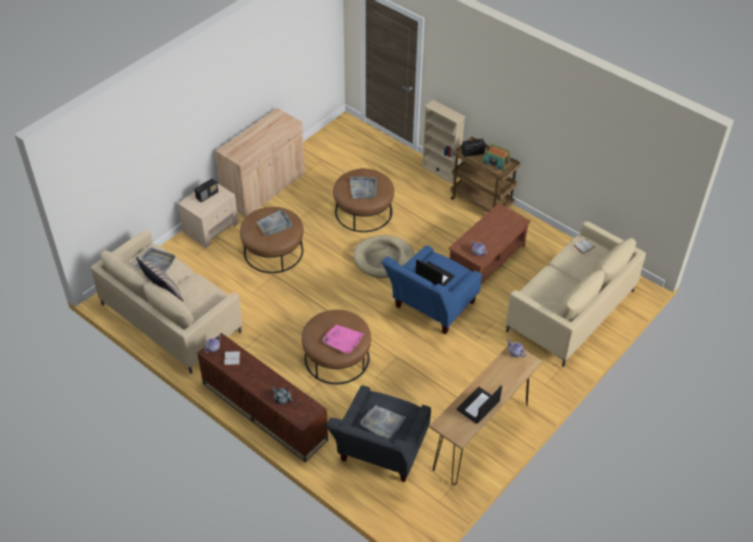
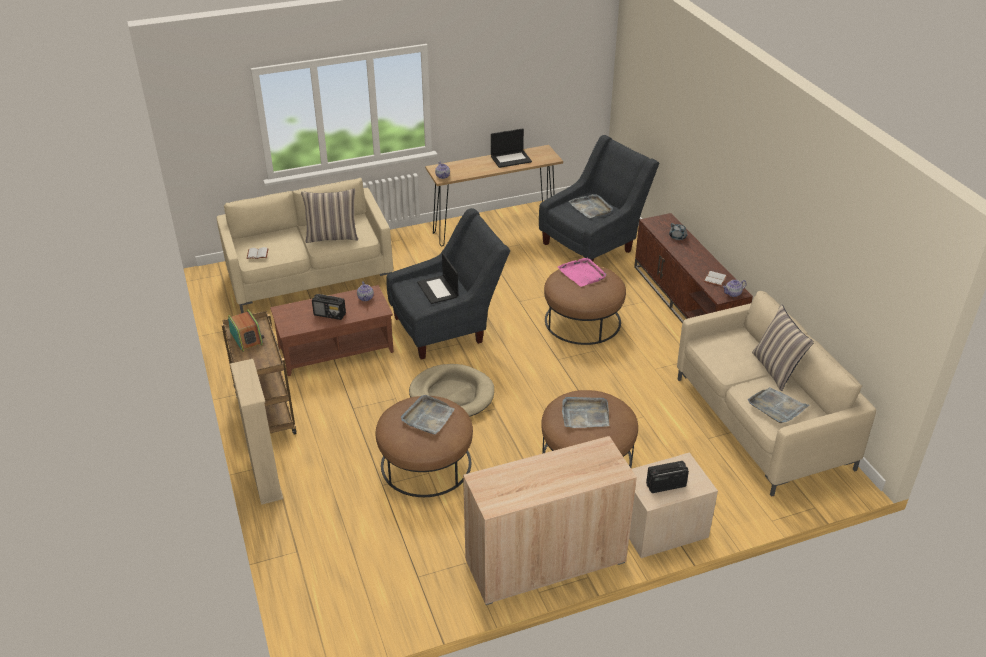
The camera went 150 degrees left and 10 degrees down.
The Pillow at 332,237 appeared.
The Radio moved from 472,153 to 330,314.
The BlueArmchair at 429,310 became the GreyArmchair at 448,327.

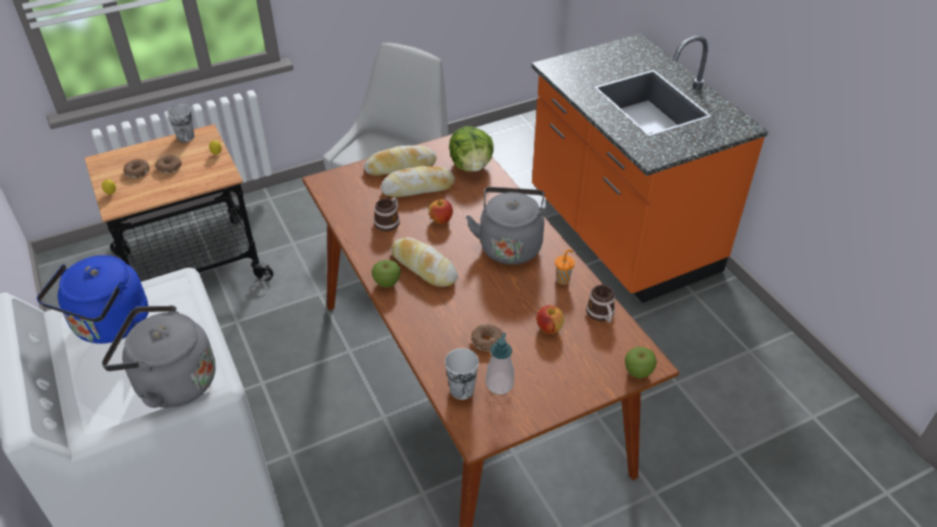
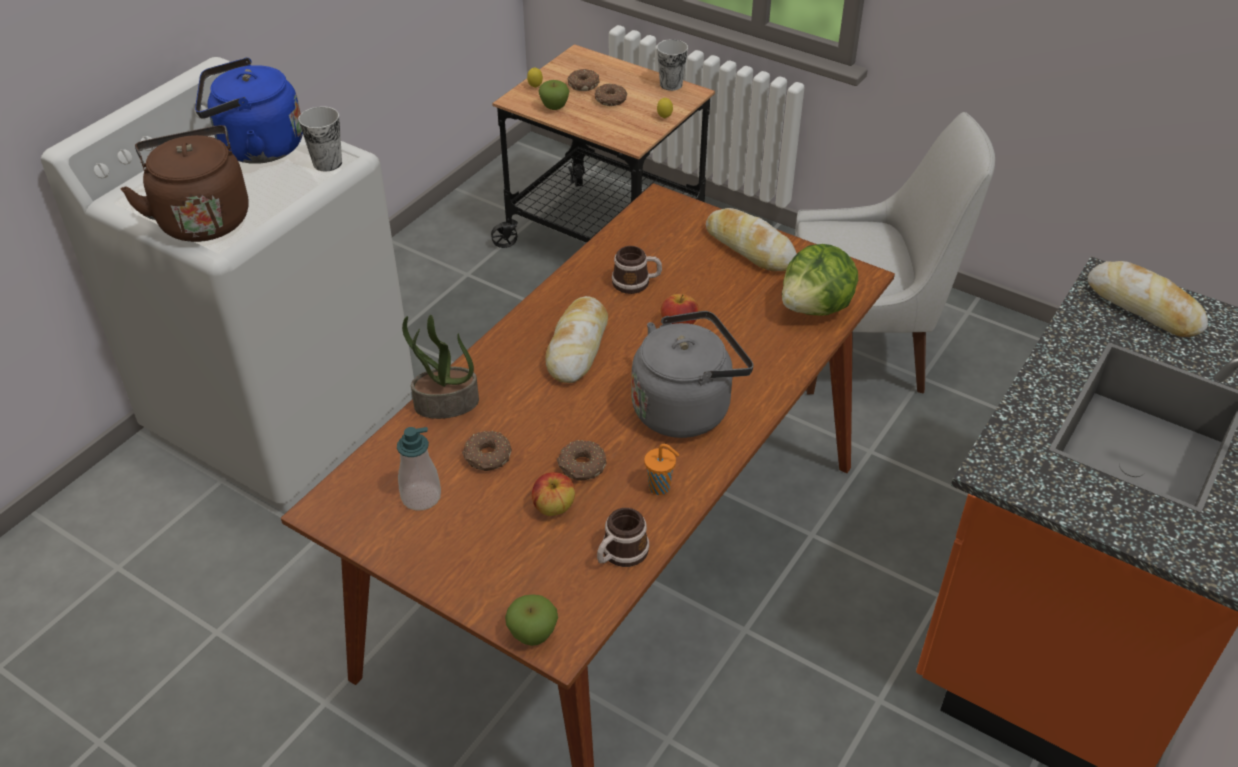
The camera went 60 degrees right and 0 degrees up.
The PottedPlant at 446,405 appeared.
The Donut at 581,466 appeared.
The Apple moved from 387,283 to 554,107.
The Bread moved from 418,188 to 1143,307.
The Cup moved from 462,390 to 327,163.
The GreyKettle at 171,382 became the BrownKettle at 202,218.

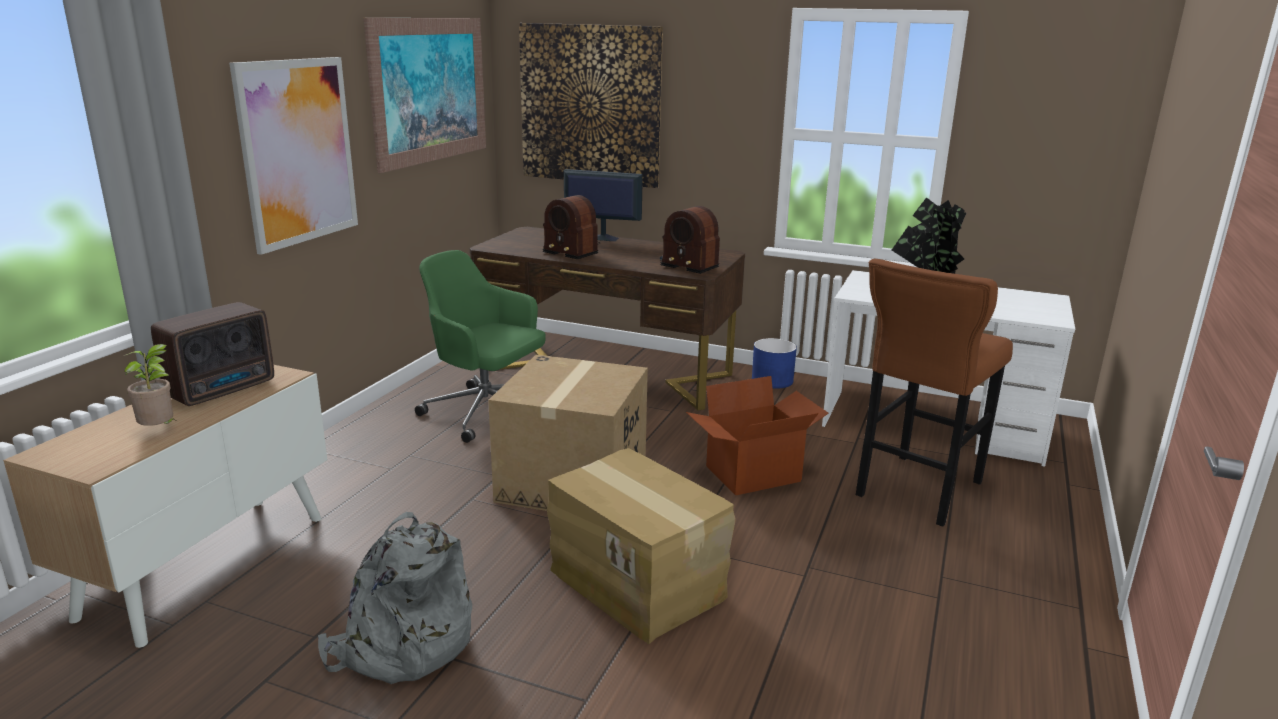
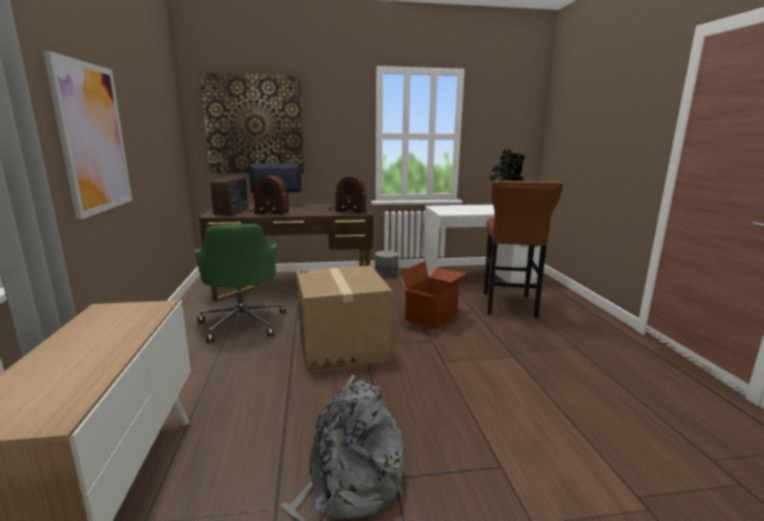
The camera went 30 degrees left and 5 degrees down.
The PottedPlant at 160,430 disappeared.
The Picture at 430,90 disappeared.
The CardboardBox at 638,582 disappeared.
The Radio moved from 224,389 to 232,212.
The BluePlanter at 772,381 became the GreyPlanter at 386,274.
The GreenOfficeChair at 486,412 turned 105 degrees counterclockwise.

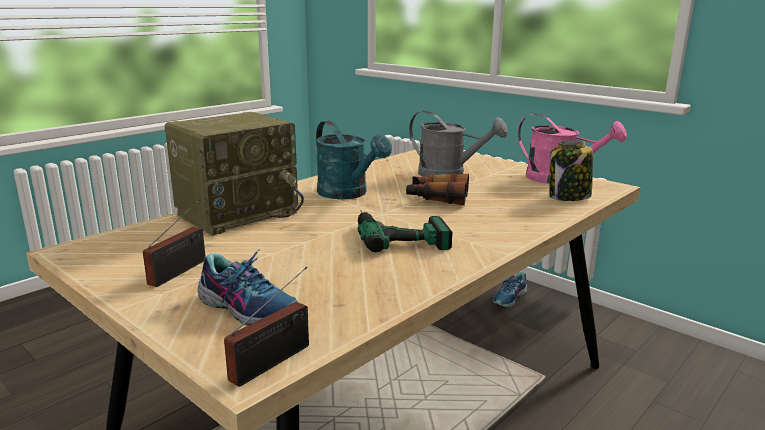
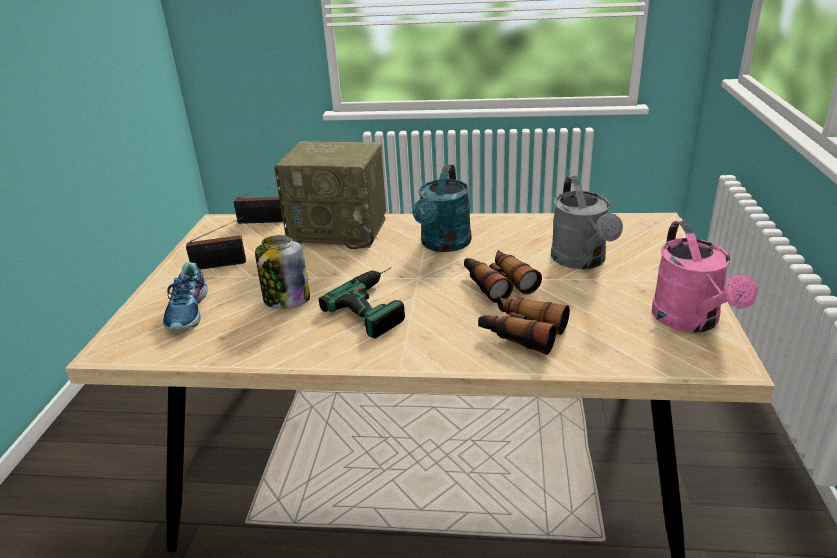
The camera went 55 degrees right and 10 degrees up.
The Shoe at 510,298 disappeared.
The Binoculars at 521,332 appeared.
The Radio moved from 275,360 to 264,221.
The Jar moved from 568,197 to 286,299.

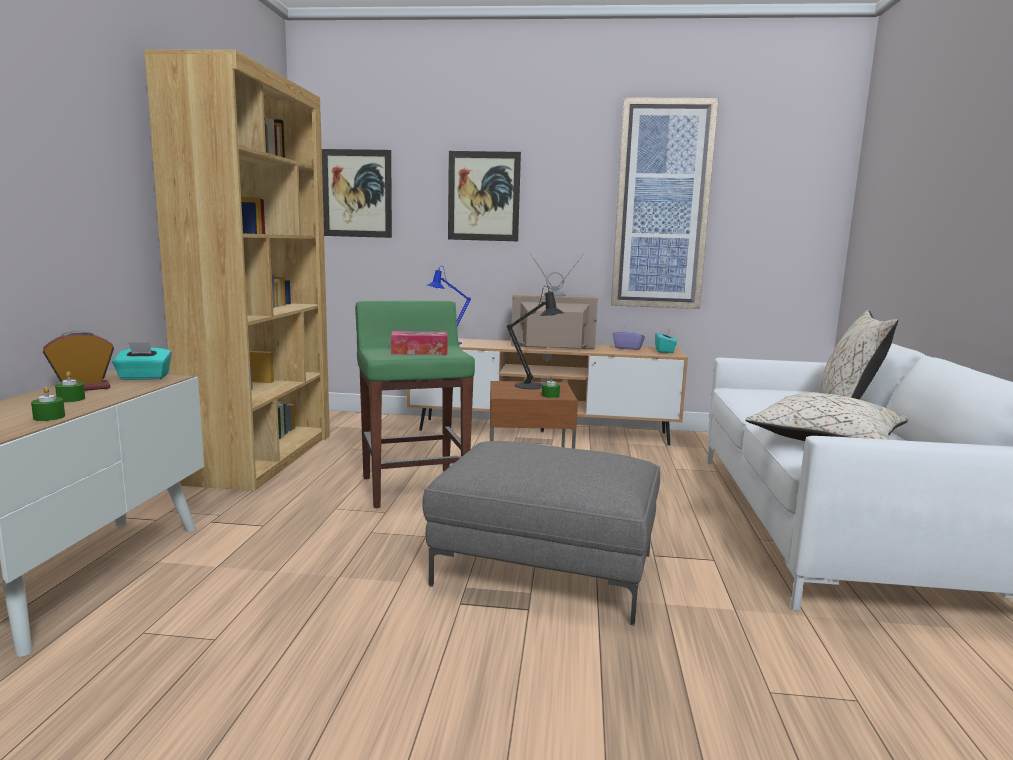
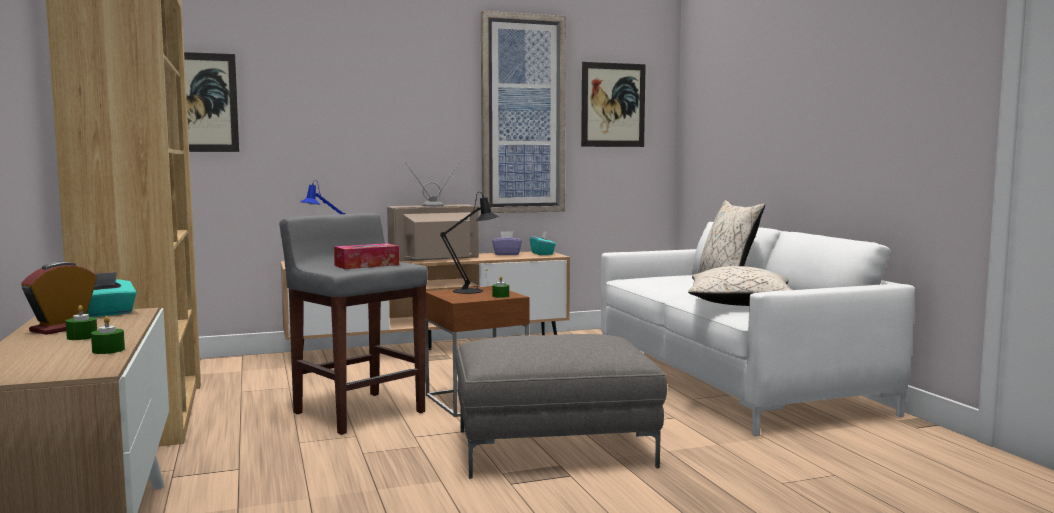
The camera went 25 degrees left and 5 degrees down.
The Picture moved from 483,196 to 613,105.
The GreenStool at 414,487 became the GreyStool at 358,412.

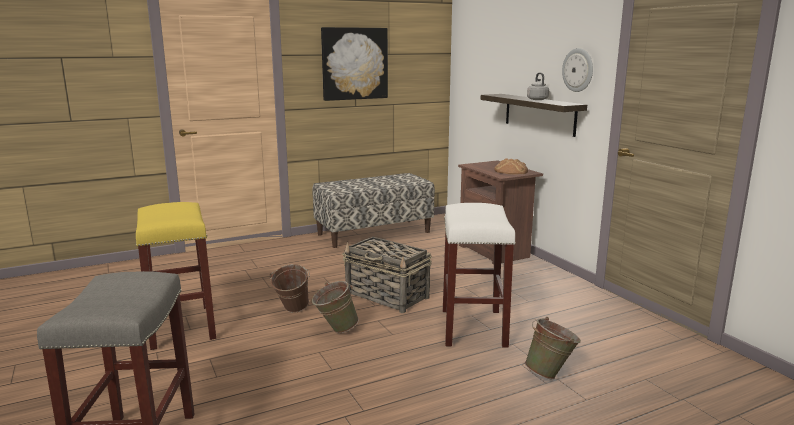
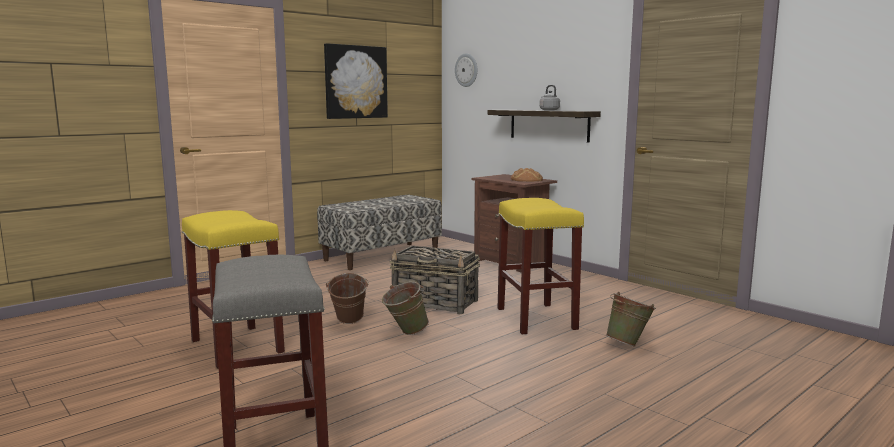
The camera went 15 degrees left and 5 degrees down.
The WallClock moved from 578,70 to 466,70.
The WhiteStool at 474,328 became the YellowStool at 537,319.

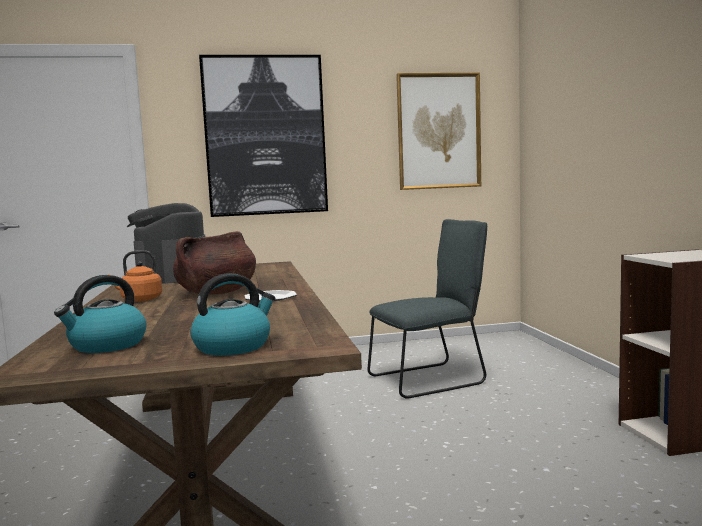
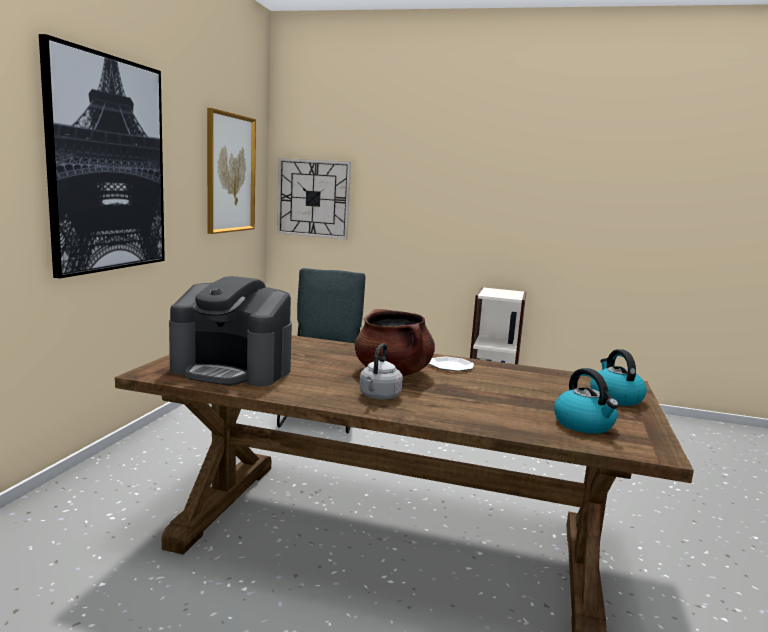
The camera went 65 degrees left and 5 degrees up.
The WallClock at 313,198 appeared.
The OrangeKettle at 139,299 became the GreyKettle at 379,396.

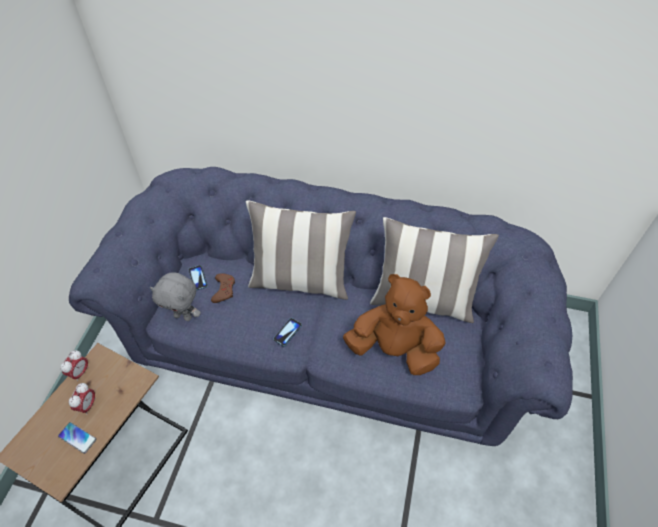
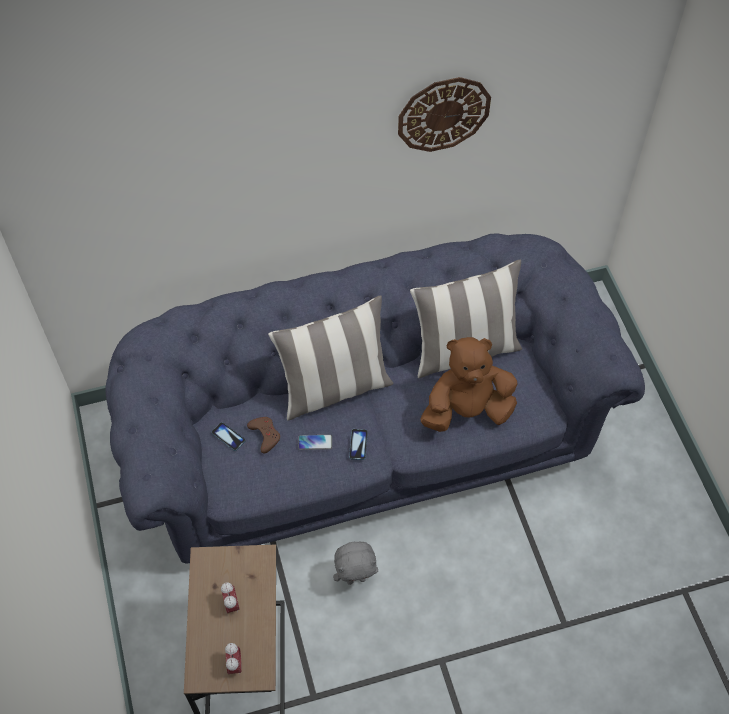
The camera went 30 degrees left and 5 degrees up.
The WallClock at 443,114 appeared.
The Phone moved from 77,438 to 315,442.
The AlarmClock moved from 80,372 to 235,665.
The GreyPlushToy moved from 184,316 to 356,578.

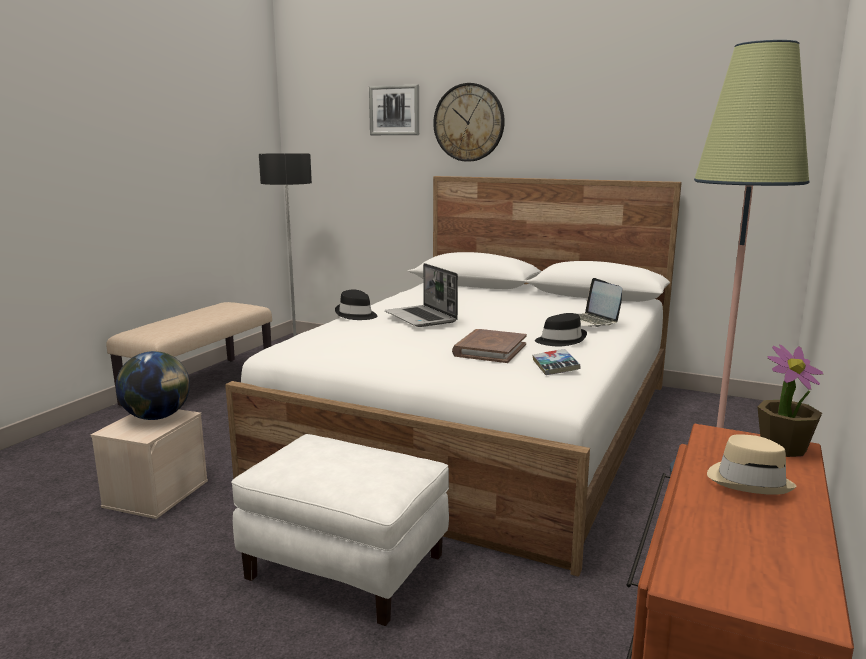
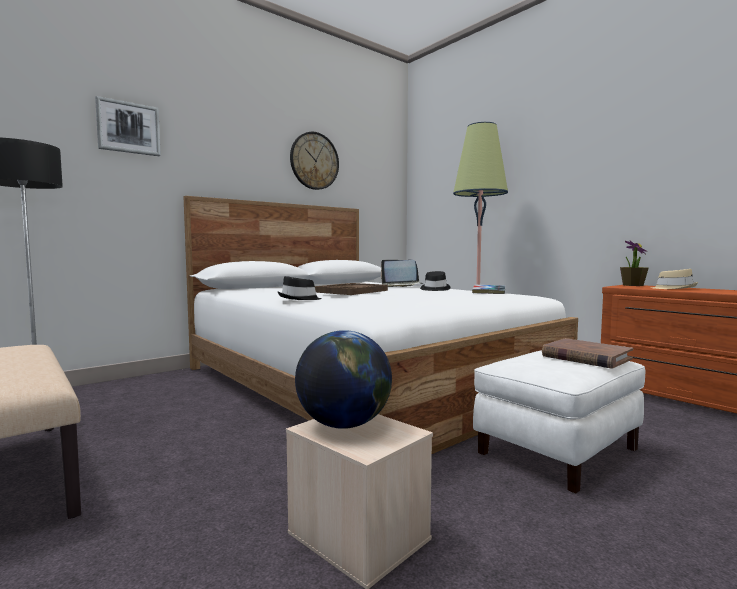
The camera went 65 degrees left and 10 degrees down.
The WallClock moved from 469,122 to 314,161.
The BrownBook moved from 490,350 to 586,357.
The Laptop at 421,318 was replaced by the BrownTray at 351,291.

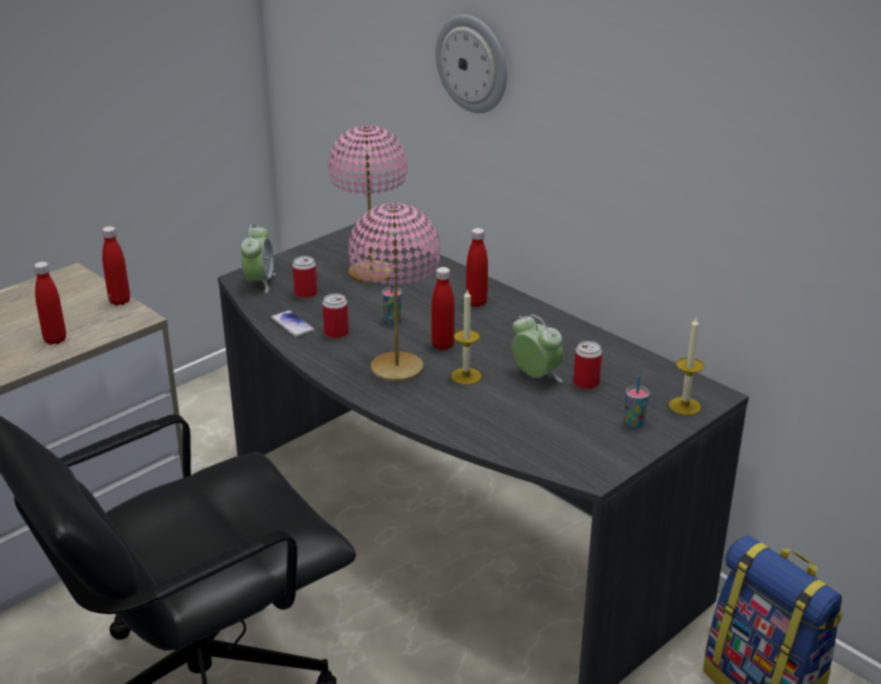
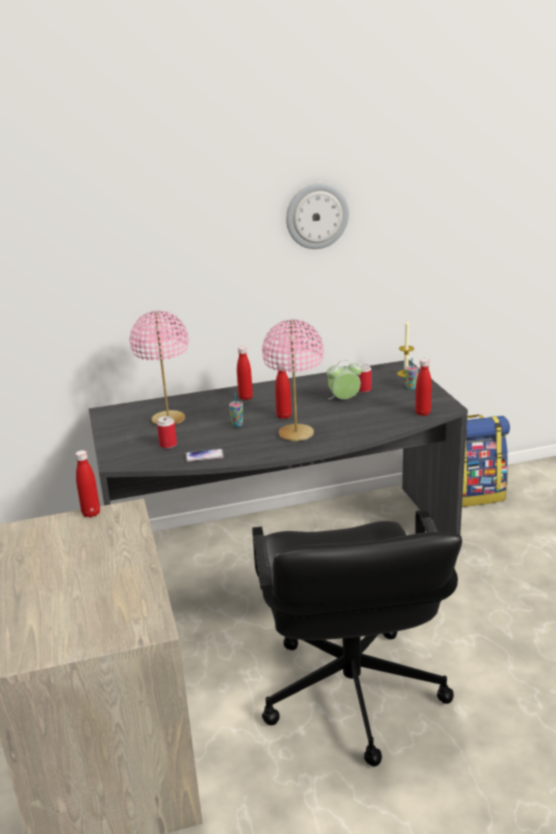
The camera went 60 degrees left and 5 degrees down.
The AlarmClock at 259,282 disappeared.
The Can at 336,333 disappeared.
The Candle at 466,376 disappeared.
The RedBottle moved from 55,340 to 422,413.
The WallClock moved from 473,63 to 317,216.

